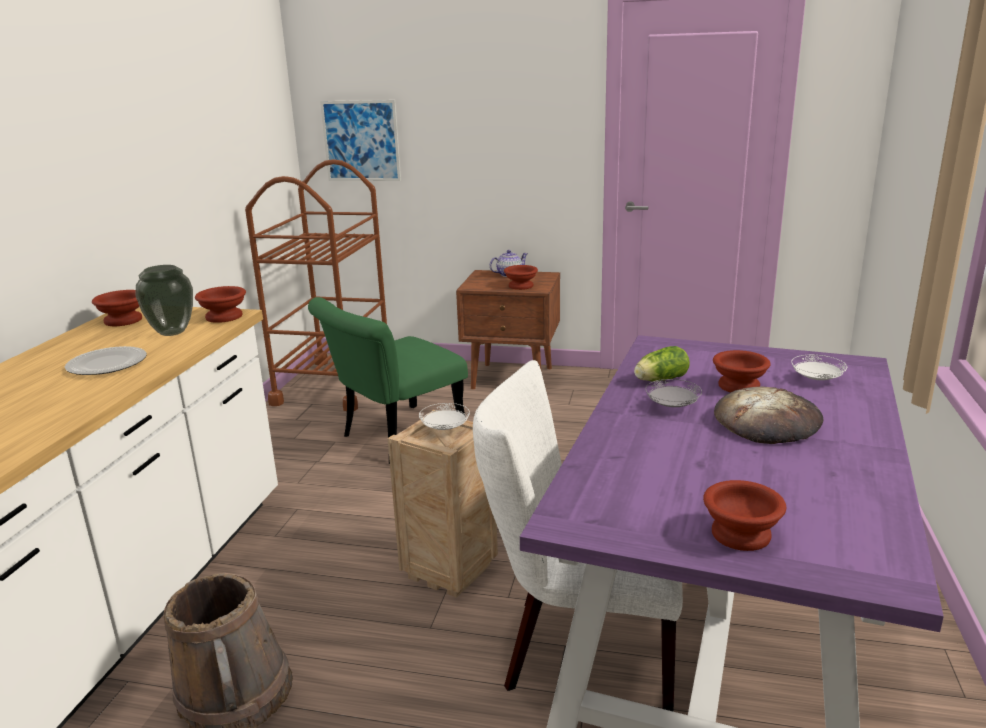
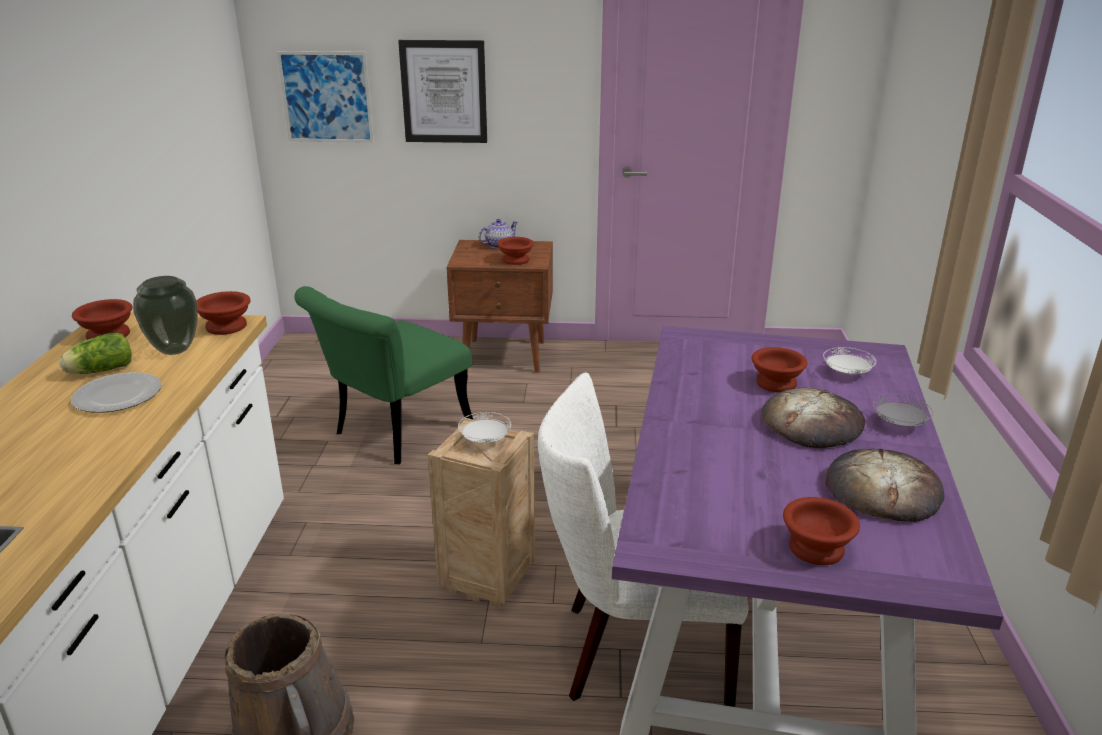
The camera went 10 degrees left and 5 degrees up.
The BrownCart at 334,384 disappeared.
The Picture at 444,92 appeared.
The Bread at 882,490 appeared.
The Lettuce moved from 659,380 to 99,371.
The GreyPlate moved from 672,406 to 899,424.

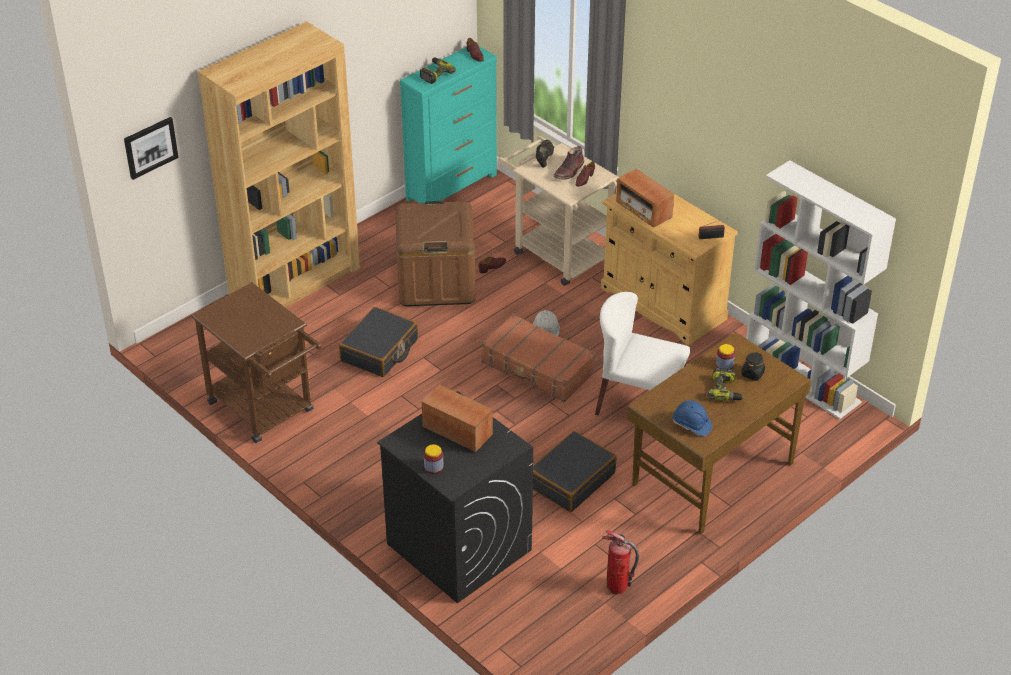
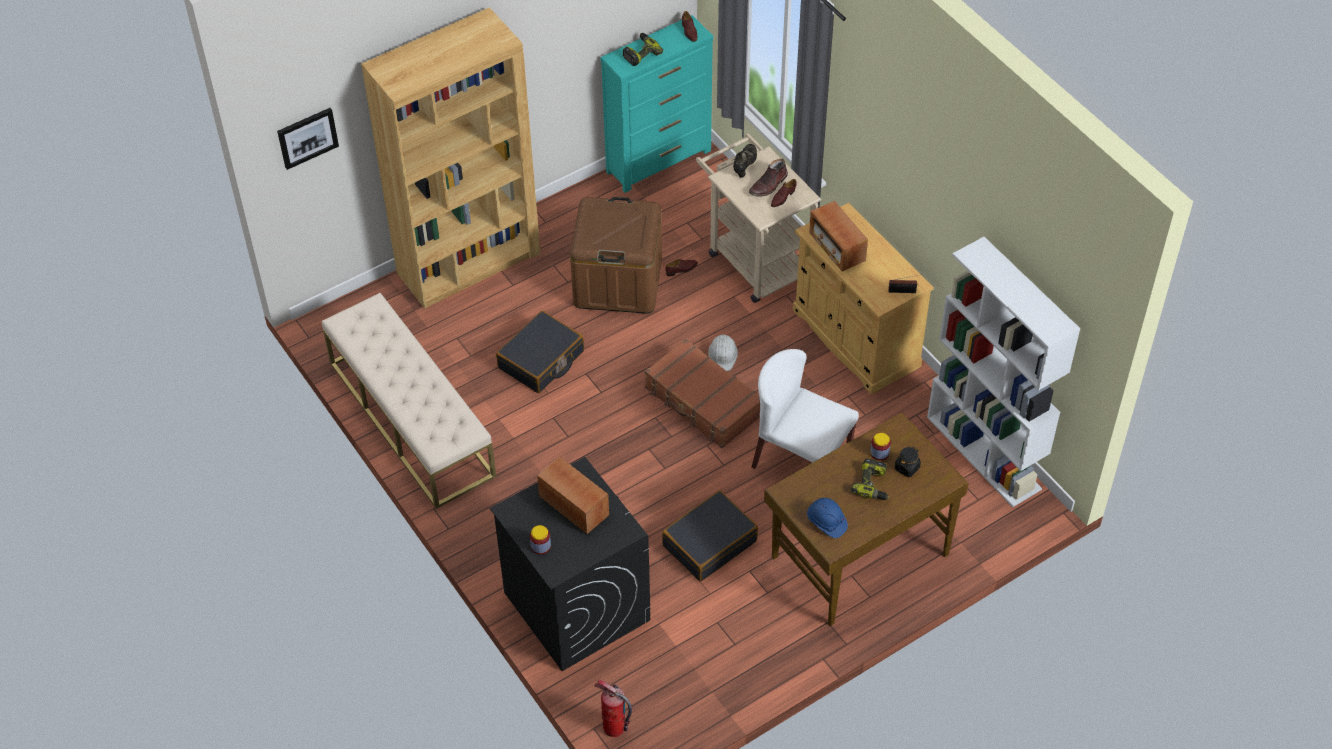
The camera went 10 degrees right and 10 degrees up.
The FireExtinguisher moved from 617,587 to 614,728.
The BrownCart at 266,411 was replaced by the BeigeBench at 411,418.

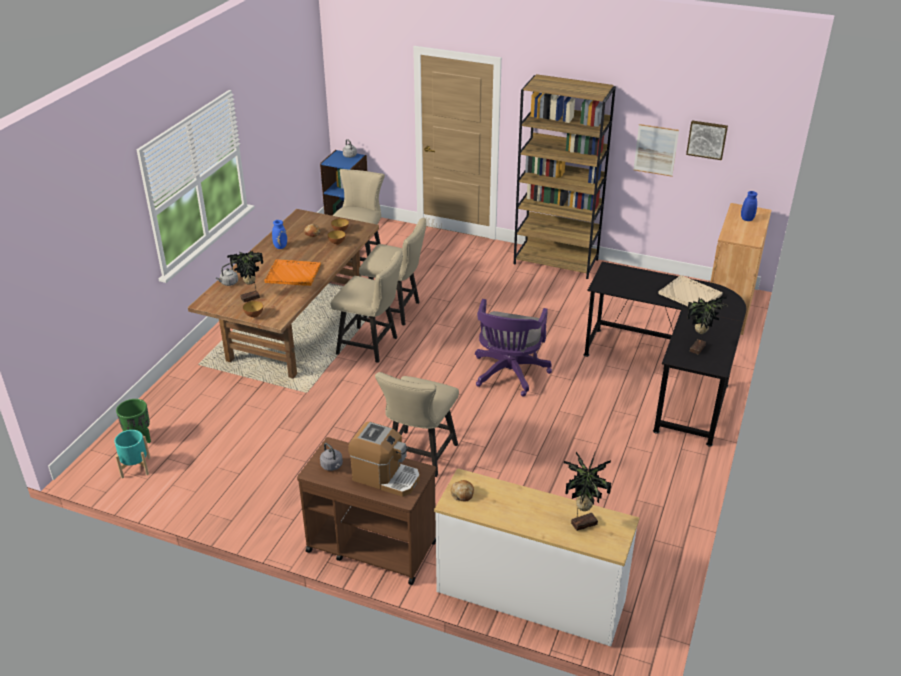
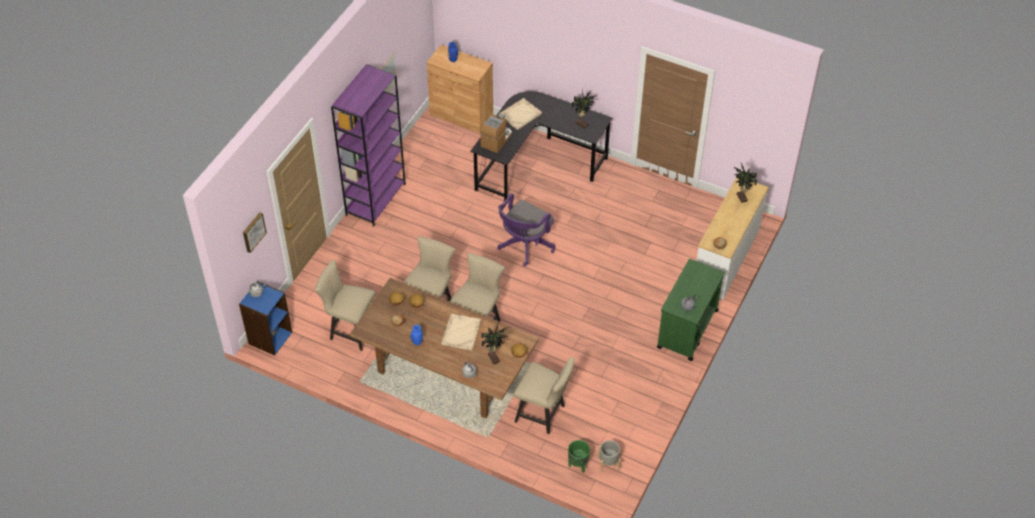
The camera went 85 degrees left and 15 degrees up.
The CoffeeMachine moved from 385,477 to 496,140.
The BeigeChair moved from 419,457 to 543,414.
The Picture moved from 707,139 to 253,232.
The TurquoisePlanter at 135,467 became the GreyPlanter at 608,463.
The OrangeTray at 293,274 became the BeigeTray at 461,332.
The BrownCart at 370,546 became the GreenCart at 687,329.
The BrownBookcase at 556,262 became the PurpleBookcase at 375,199.
The PurpleOfficeChair at 509,375 turned 105 degrees clockwise.

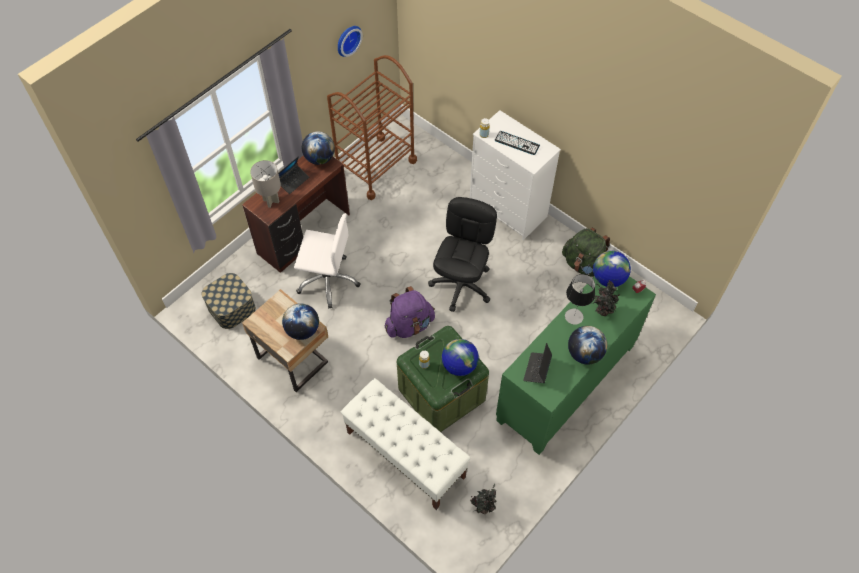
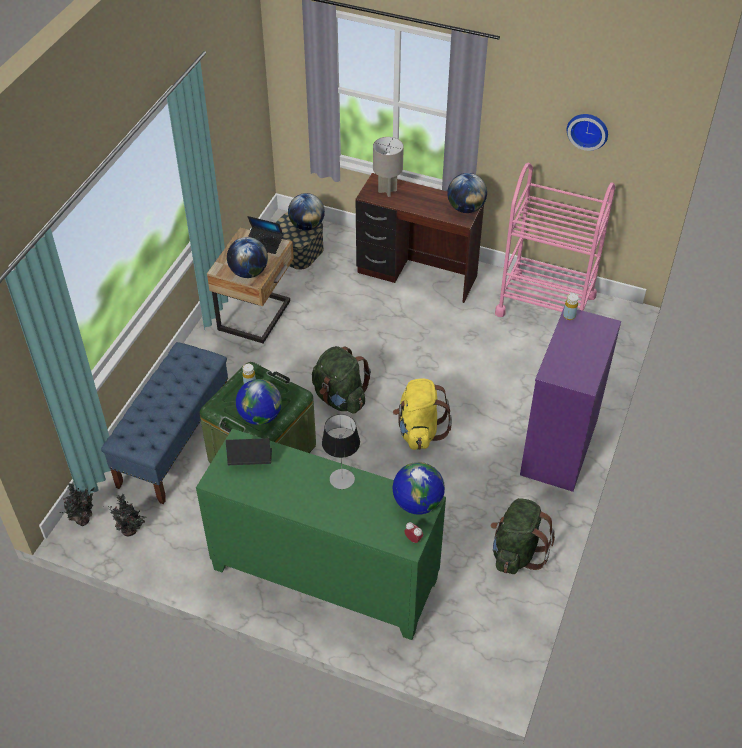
The camera went 70 degrees right and 10 degrees down.
The WhiteOfficeChair at 328,280 disappeared.
The Keyboard at 517,143 disappeared.
The Laptop moved from 293,181 to 264,243.
The Globe moved from 584,354 to 307,225.
The PottedPlant moved from 602,310 to 83,519.
The BlackOfficeChair at 462,285 was replaced by the YellowBackpack at 419,431.
The BrownCart at 376,167 became the PinkCart at 545,305.
The WhiteBench at 405,454 became the BlueBench at 174,441.
The PurpleBackpack at 409,325 became the GreenBackpack at 340,398.
The WhiteDresser at 508,209 became the PurpleDresser at 559,447.

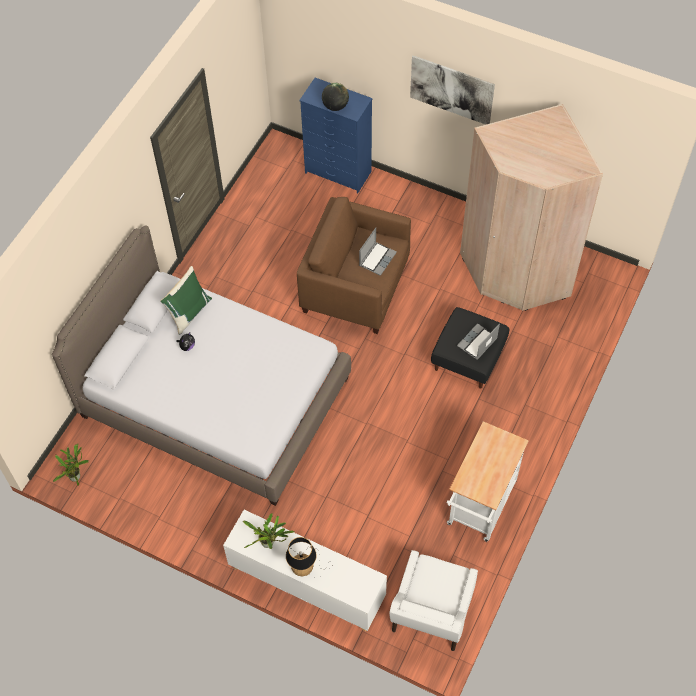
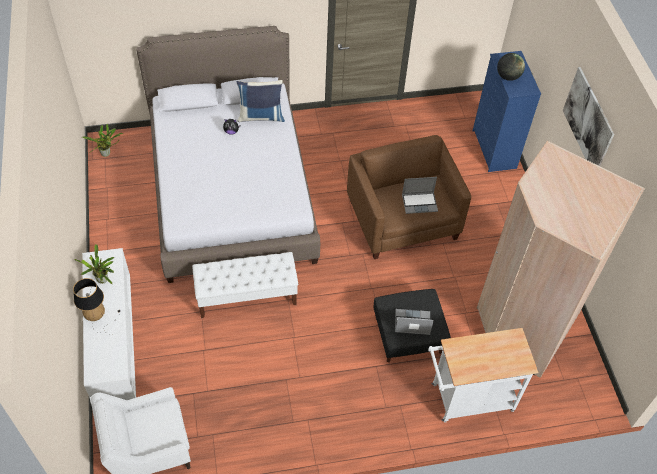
The camera went 50 degrees right and 5 degrees down.
The WhiteBench at 247,296 appeared.
The WhiteCart moved from 480,508 to 467,399.
The GreenPillow at 189,312 became the BluePillow at 261,116.

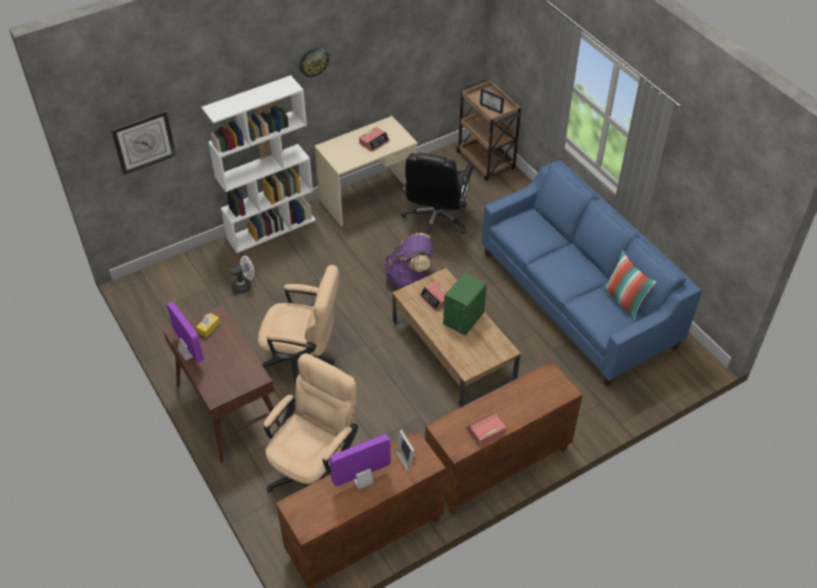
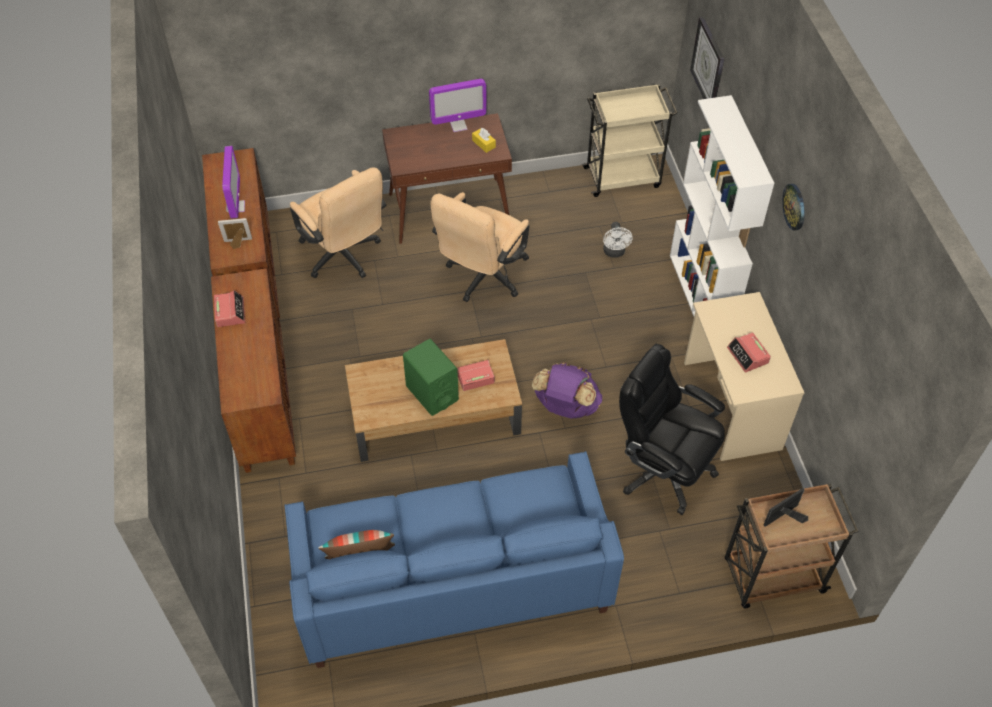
The camera went 110 degrees right and 5 degrees up.
The BeigeCart at 623,177 appeared.

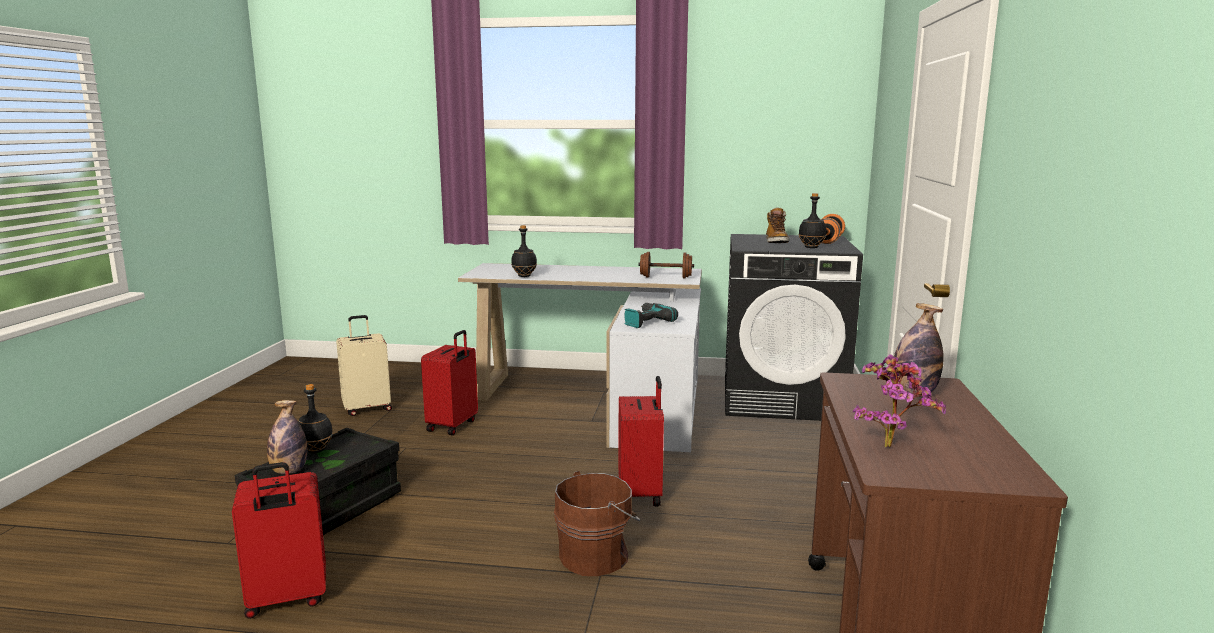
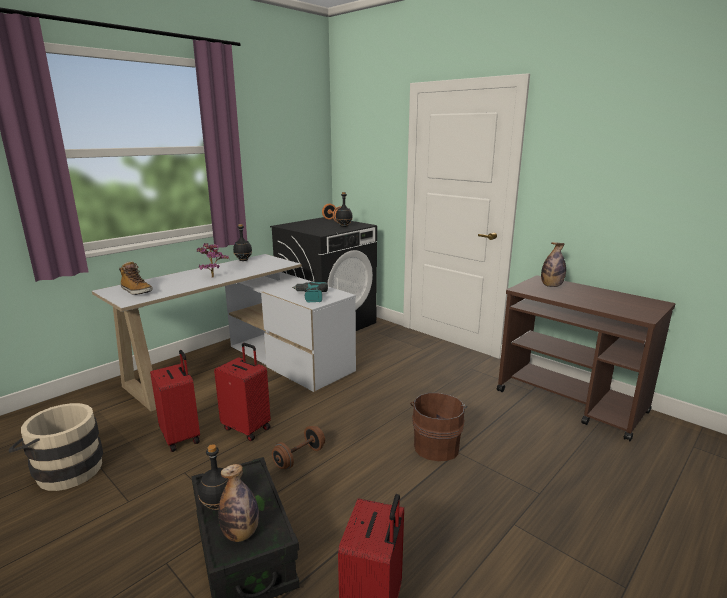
The camera went 55 degrees left and 5 degrees up.
The BlackBottle moved from 524,276 to 243,260.
The RedSuitcase moved from 641,494 to 247,428.
The BrownDumbbell moved from 665,277 to 299,457.
The Boot moved from 776,242 to 136,291.
The PottedPlant moved from 889,445 to 212,276.
The BeigeSuitcase at 367,408 was replaced by the BeigeBucket at 64,470.

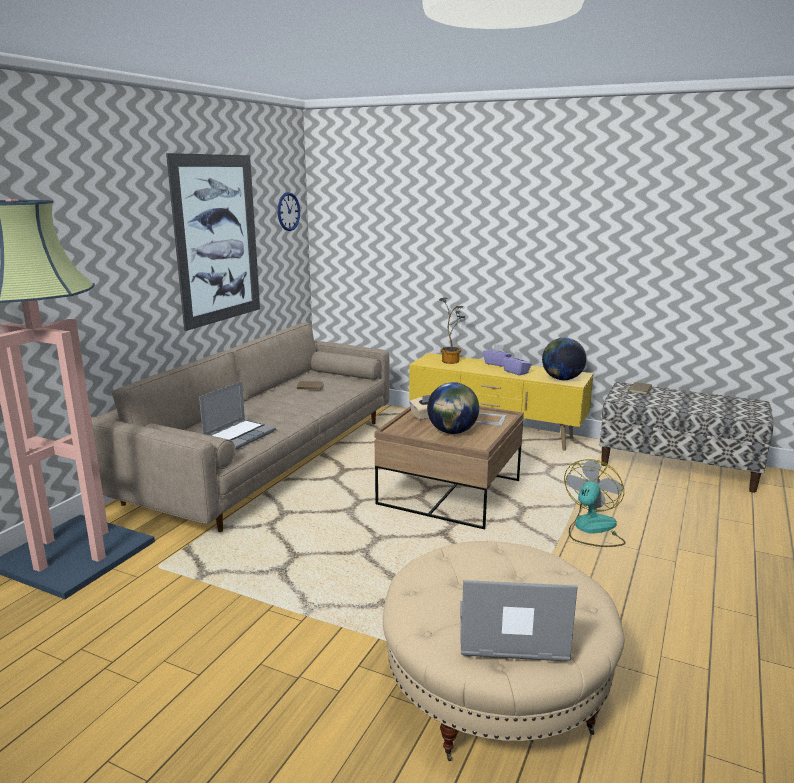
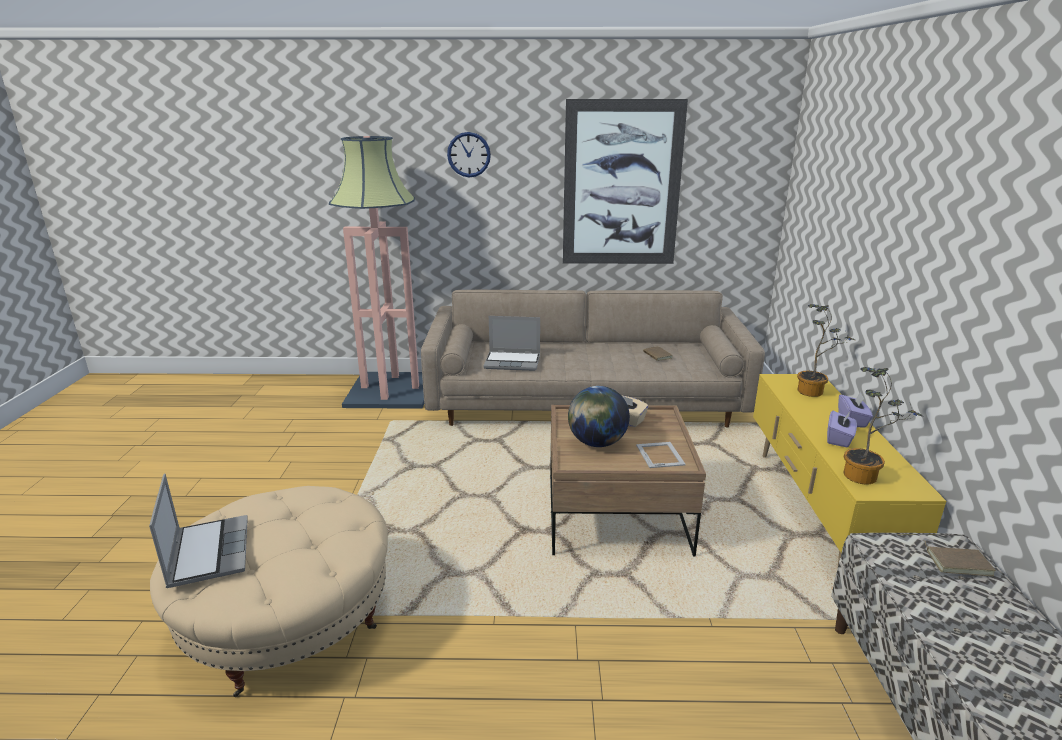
The camera went 65 degrees right and 5 degrees up.
The Fan at 592,529 disappeared.
The WallClock moved from 288,211 to 469,154.
The Globe at 562,379 was replaced by the PottedPlant at 865,477.

